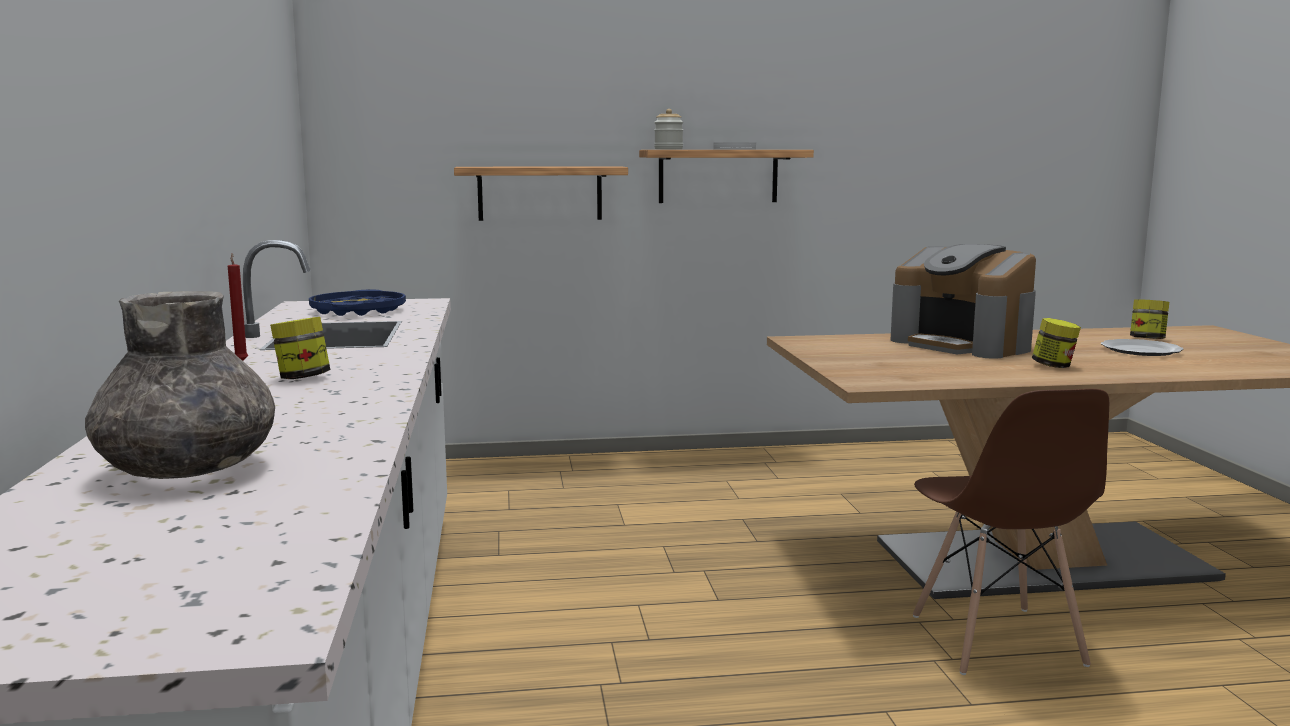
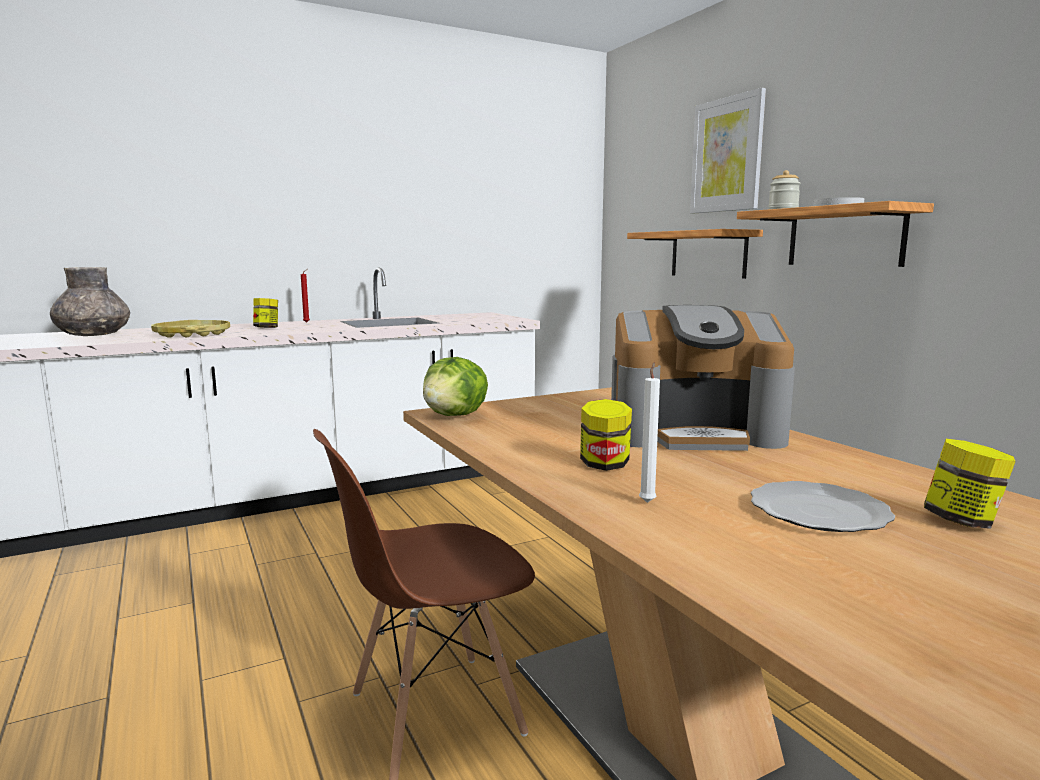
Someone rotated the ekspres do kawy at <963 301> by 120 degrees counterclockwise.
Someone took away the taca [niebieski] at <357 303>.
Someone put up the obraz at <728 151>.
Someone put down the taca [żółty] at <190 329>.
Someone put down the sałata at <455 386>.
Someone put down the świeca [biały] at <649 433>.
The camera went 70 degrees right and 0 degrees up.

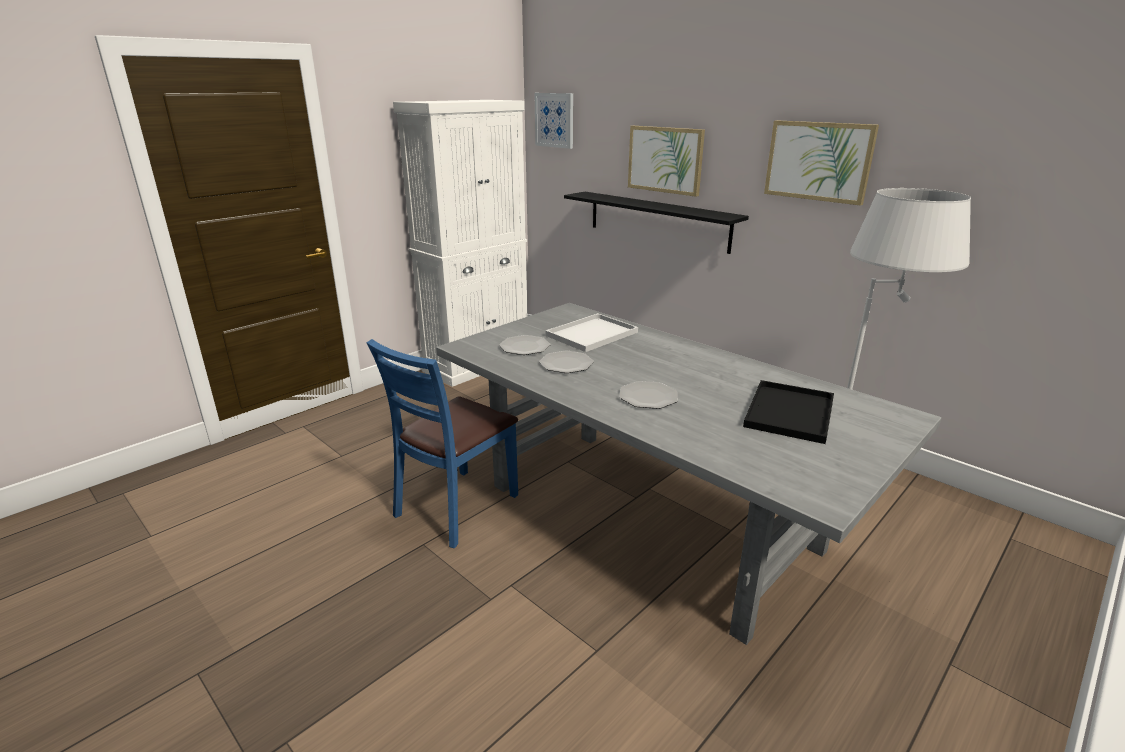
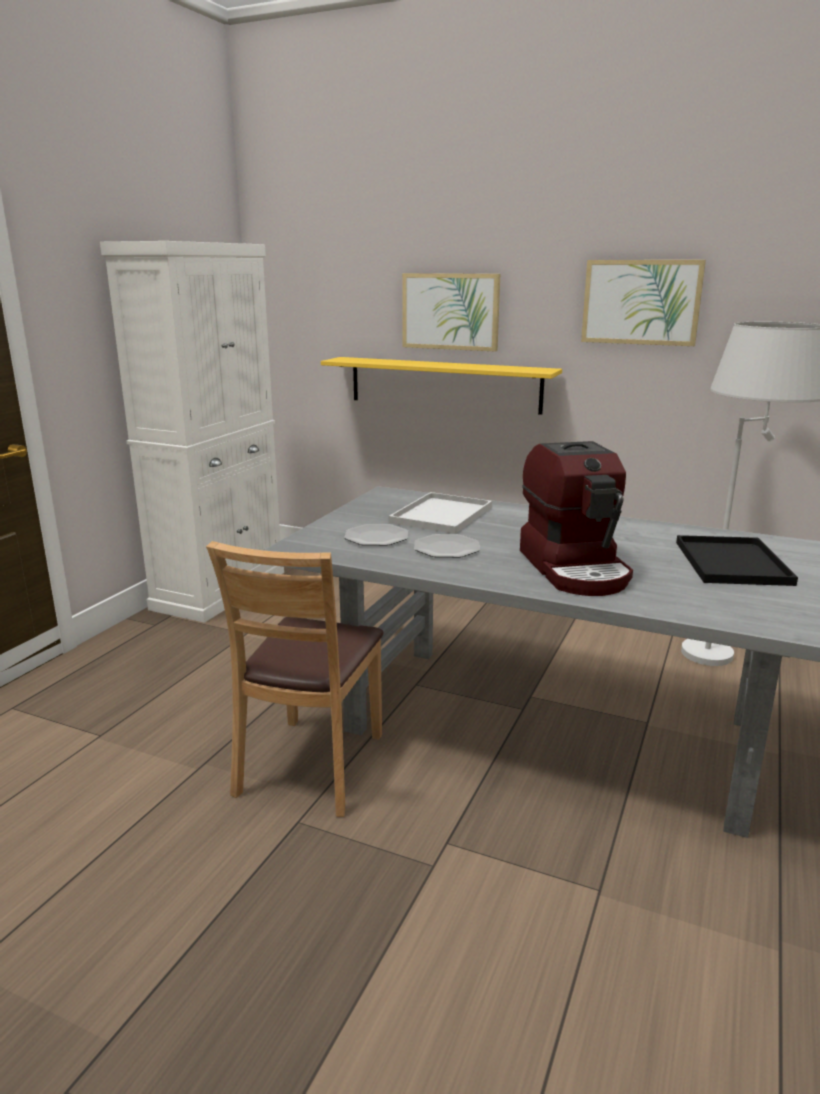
Someone took away the obraz at <553 121>.
Someone repainted the półka [czarny] at <656 223>, which became the półka [żółty] at <441 386>.
Someone repainted the krzesło [niebieski] at <442 443>, which became the krzesło [brązowy] at <295 679>.
Someone swapped the talerz at <648 395> for the ekspres do kawy at <576 518>.
The camera went 20 degrees left and 5 degrees down.

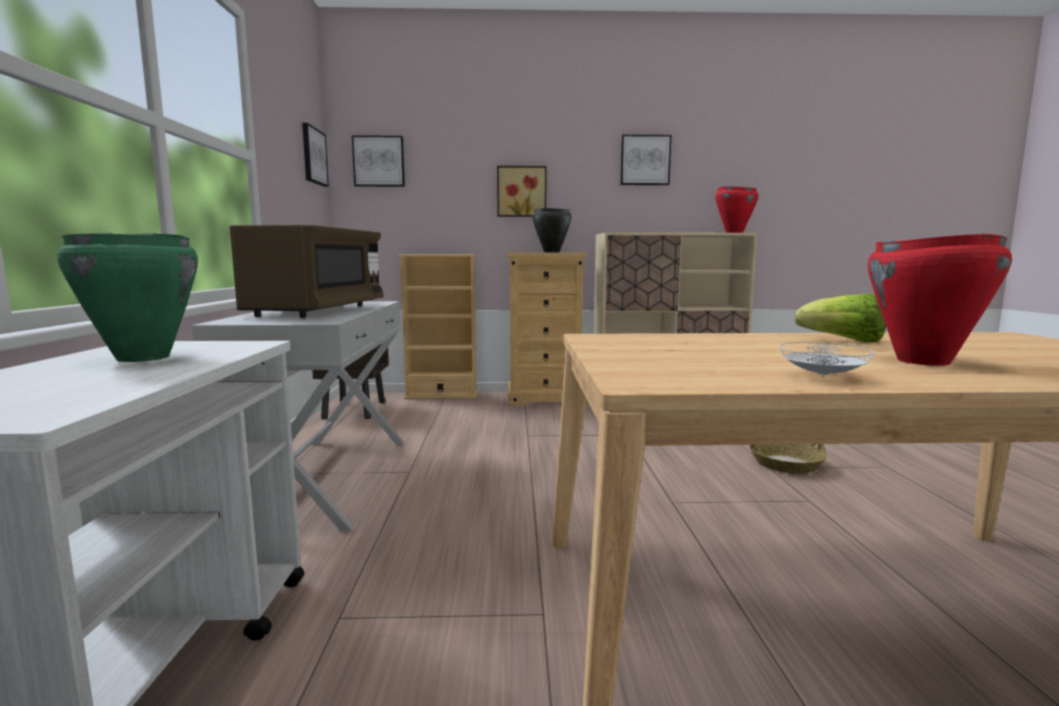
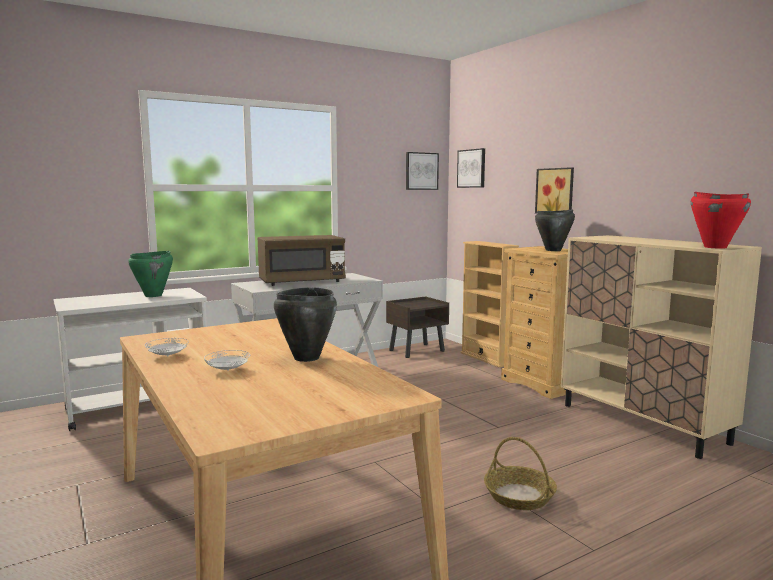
Someone took away the obraz at <645 160>.
Someone swapped the garnek [czerwony] at <940 299> for the talerz [biały] at <227 360>.
Someone swapped the sałata at <840 318> for the garnek [czarny] at <305 324>.
The camera went 60 degrees right and 0 degrees up.

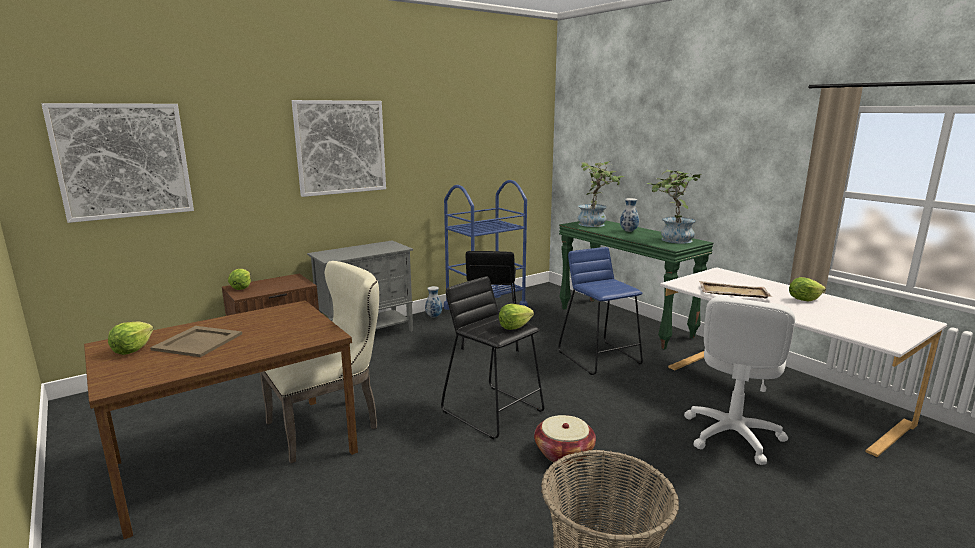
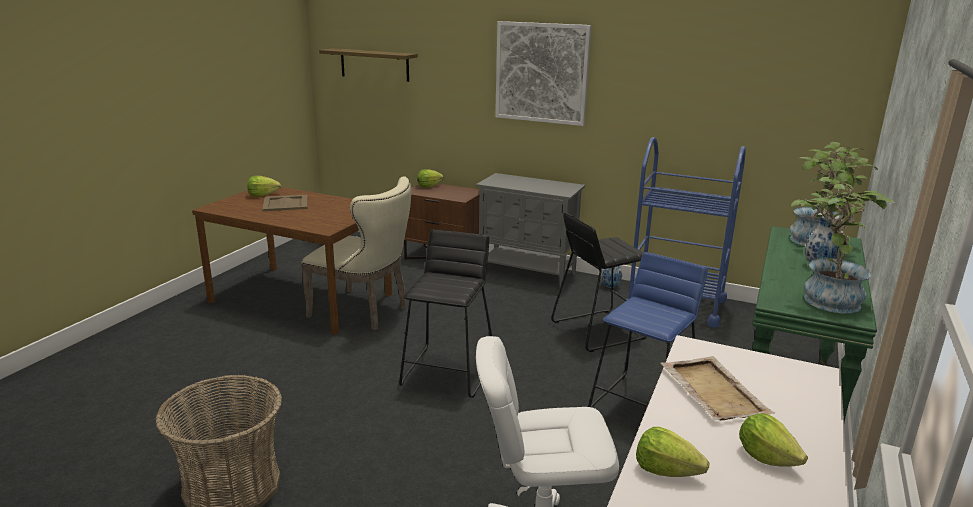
Someone swapped the obraz at <117 163> for the półka at <368 65>.
Someone carried the sałata from <516 317> to <673 452>.
Someone took away the koszyk at <565 440>.
The camera went 60 degrees right and 5 degrees up.

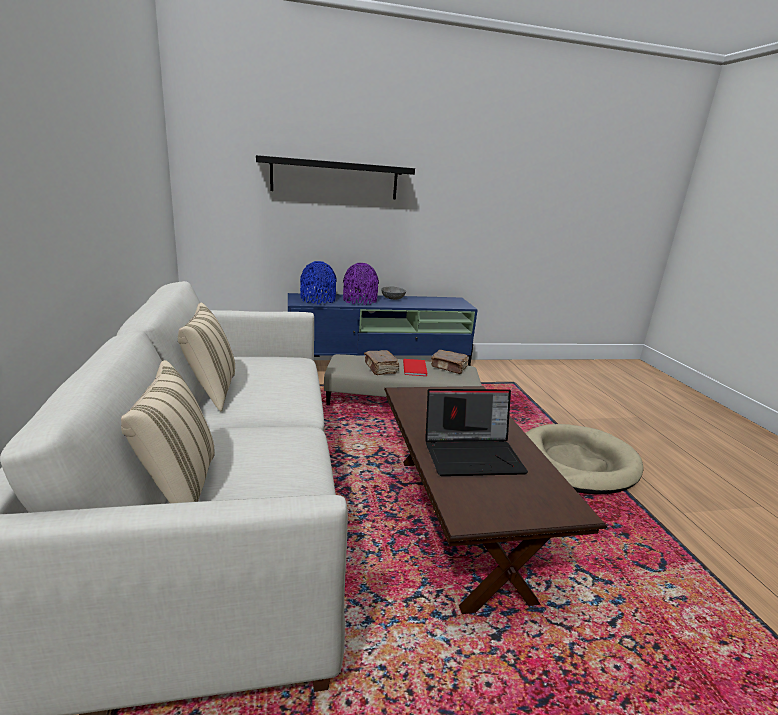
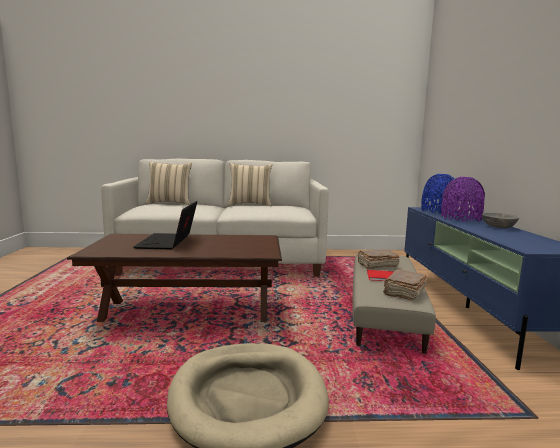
Someone took away the półka [czarny] at <335 177>.
The camera went 100 degrees right and 10 degrees down.

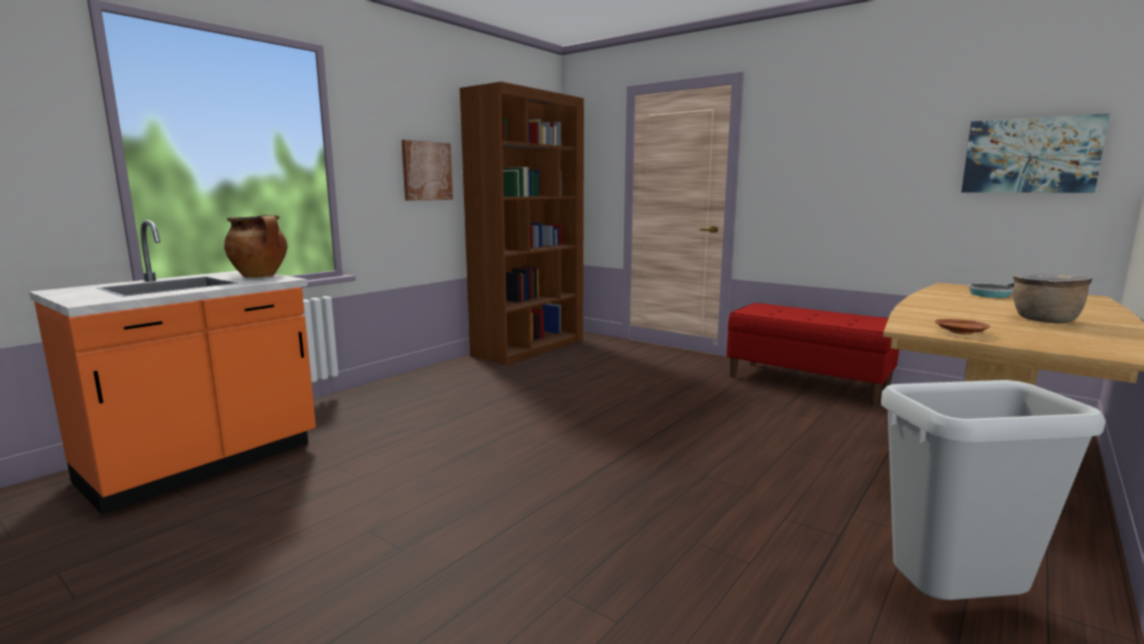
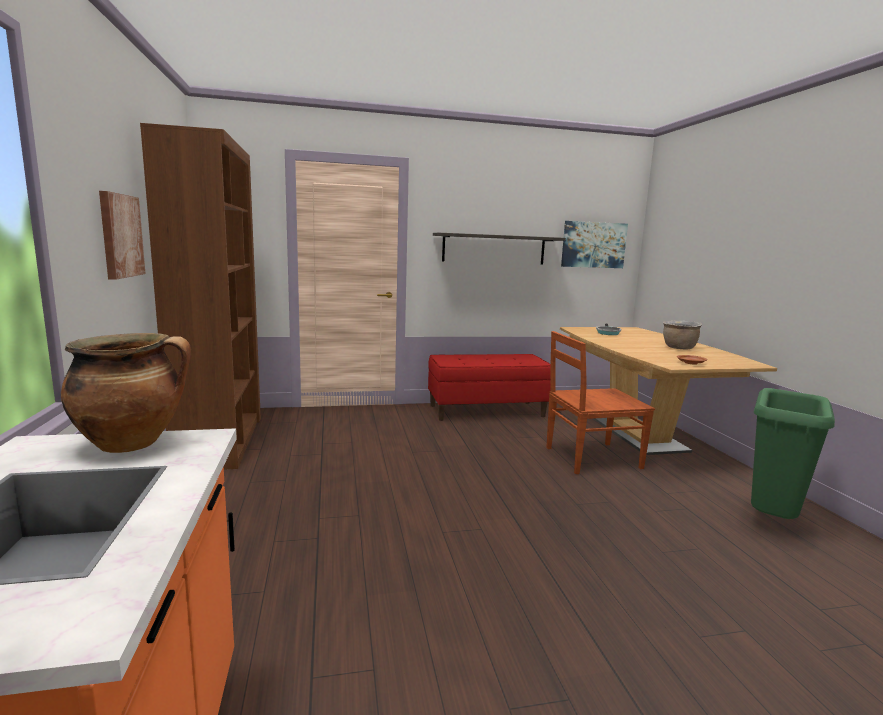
Someone repainted the kosz na śmieci [szary] at <993 490>, which became the kosz na śmieci [zielony] at <793 453>.
Someone put up the półka at <499 249>.
Someone put down the krzesło [brązowy] at <600 402>.
The camera went 50 degrees left and 0 degrees up.

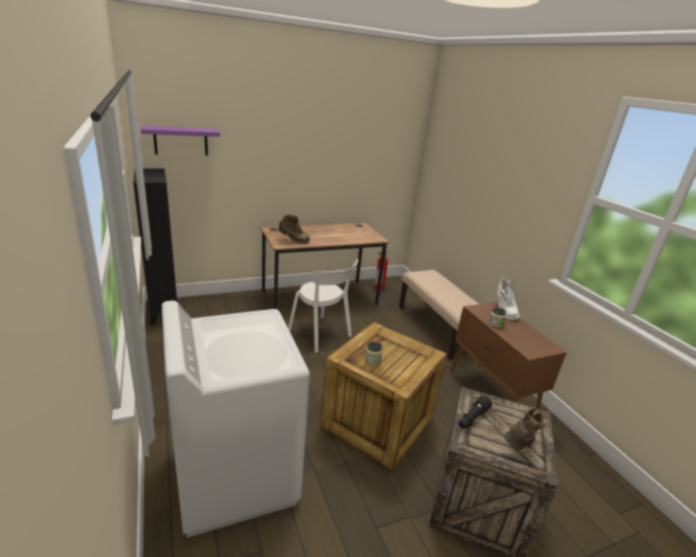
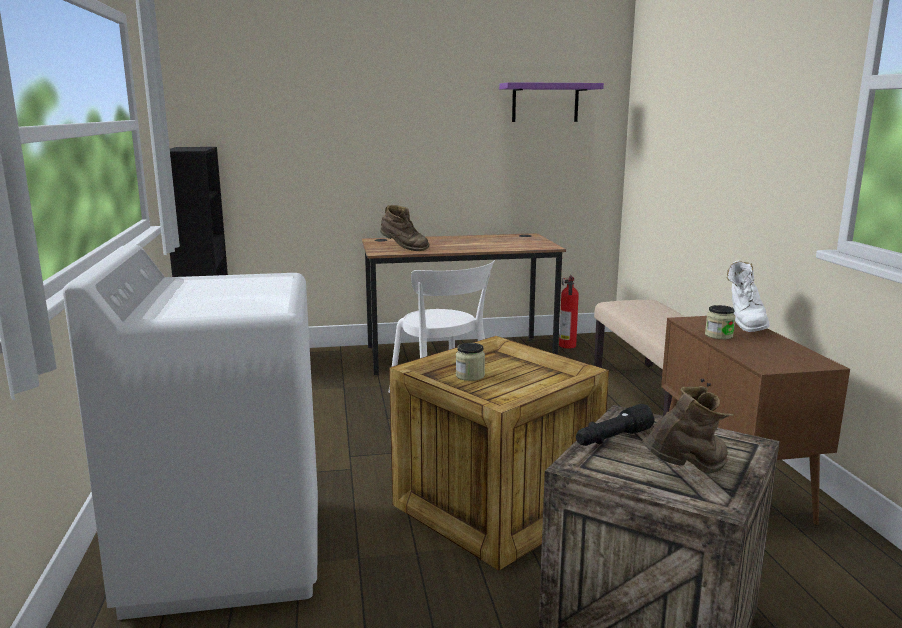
Someone carried the półka [fioletowy] from <180 140> to <551 102>.
The camera went 15 degrees right and 10 degrees down.

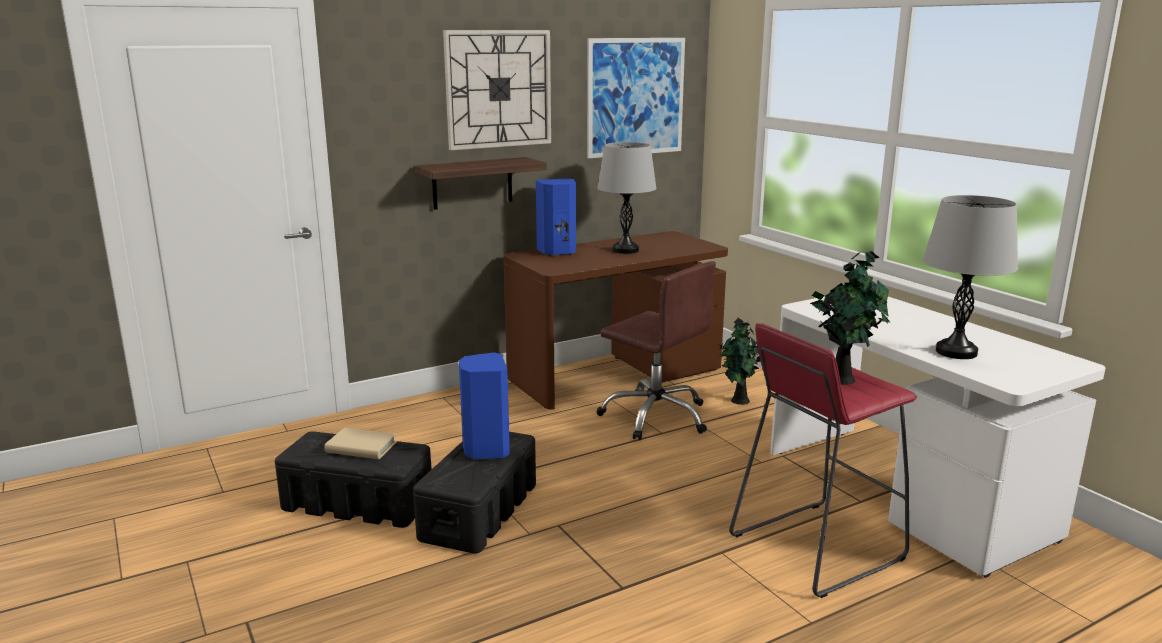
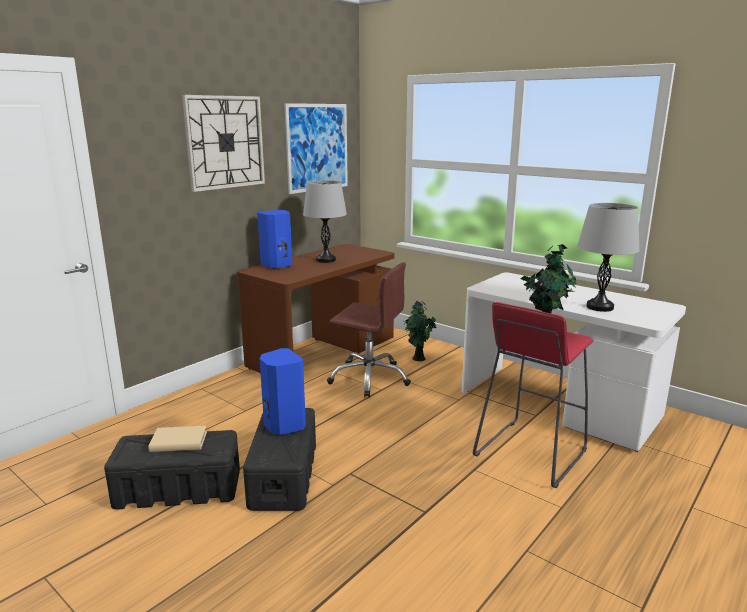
Someone took away the półka at <481 183>.
The camera went 20 degrees left and 0 degrees up.

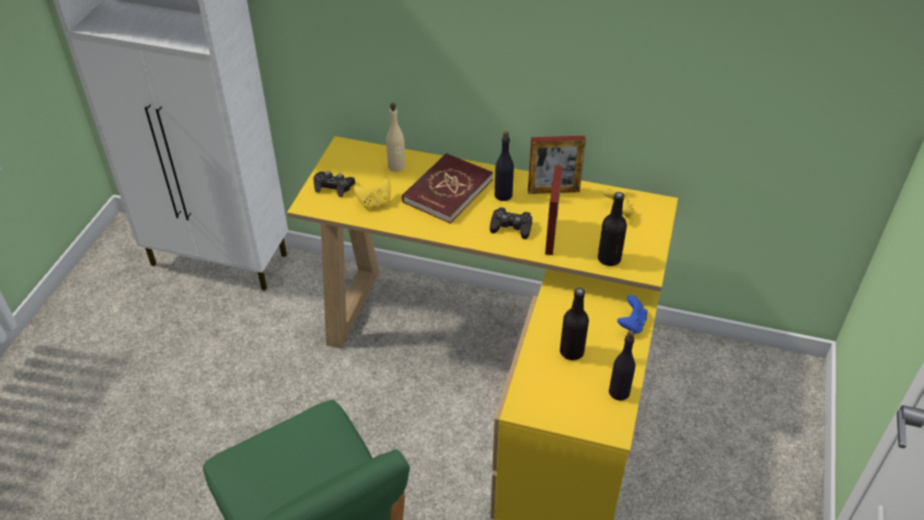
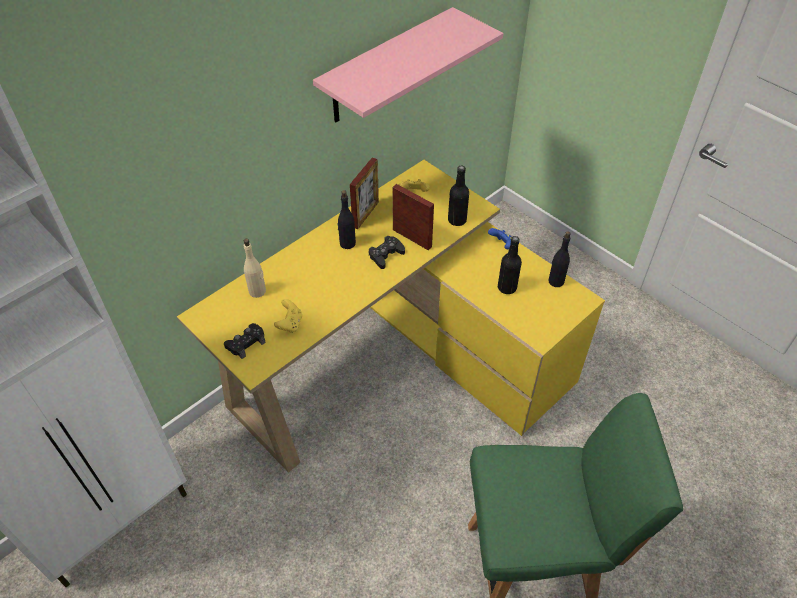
Someone took away the książka [czerwony] at <447 188>.
Someone put up the półka [różowy] at <408 64>.
The camera went 60 degrees left and 5 degrees up.

